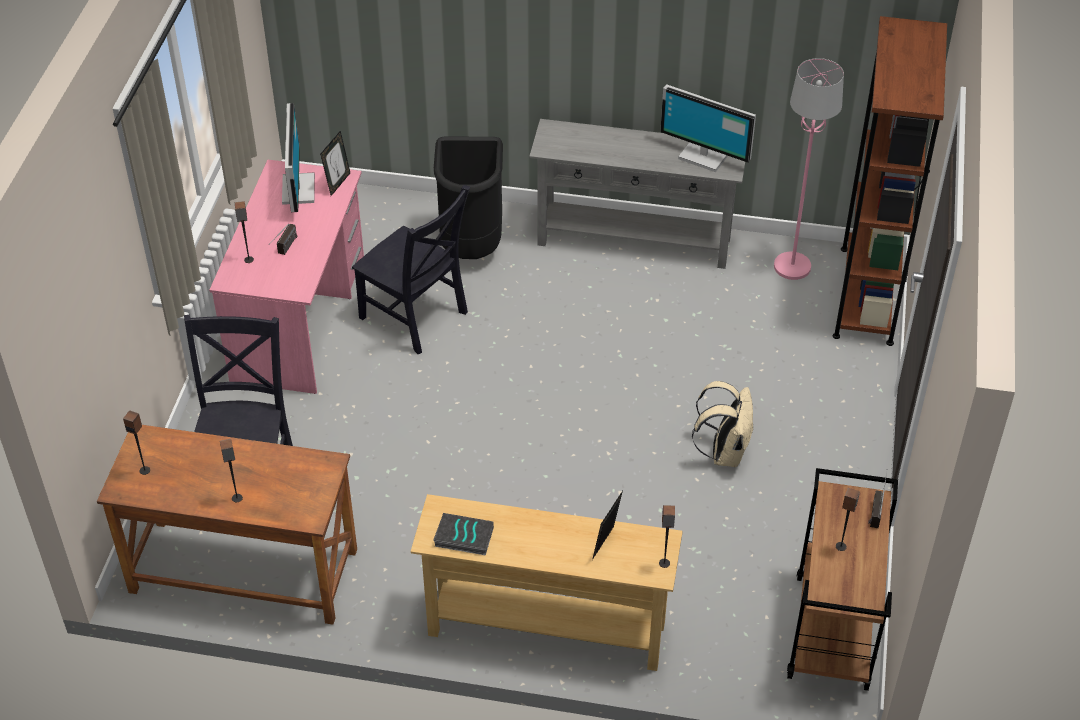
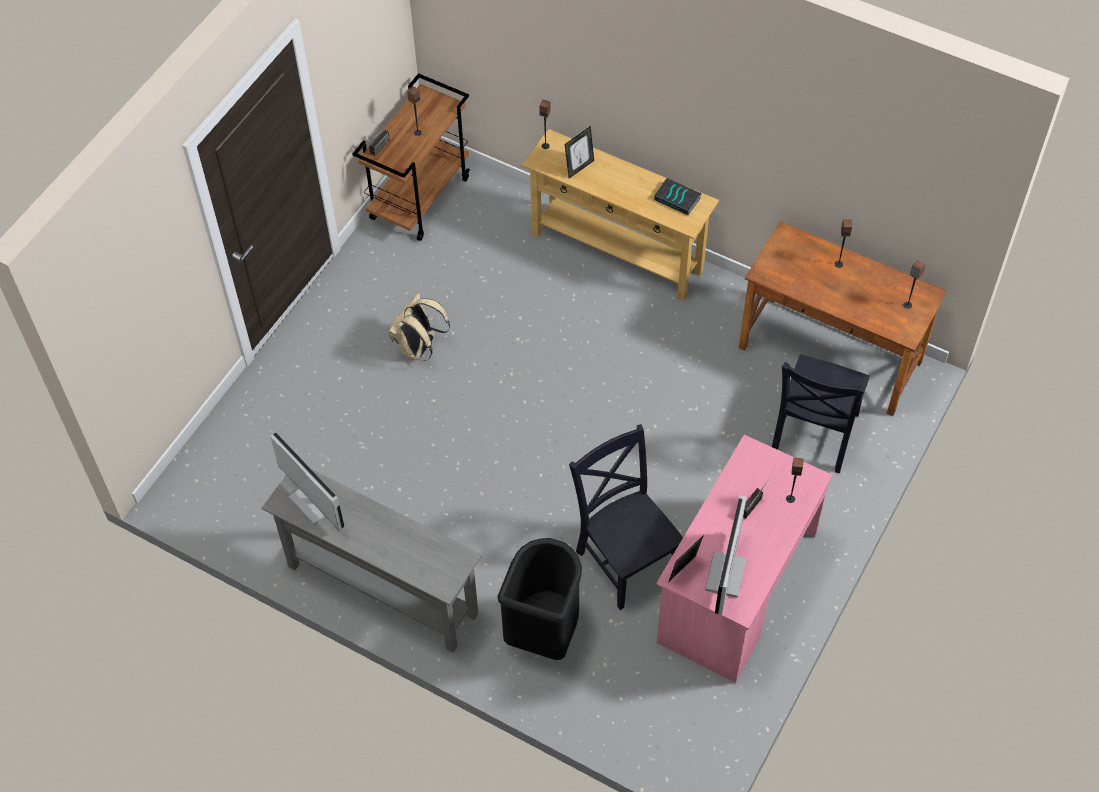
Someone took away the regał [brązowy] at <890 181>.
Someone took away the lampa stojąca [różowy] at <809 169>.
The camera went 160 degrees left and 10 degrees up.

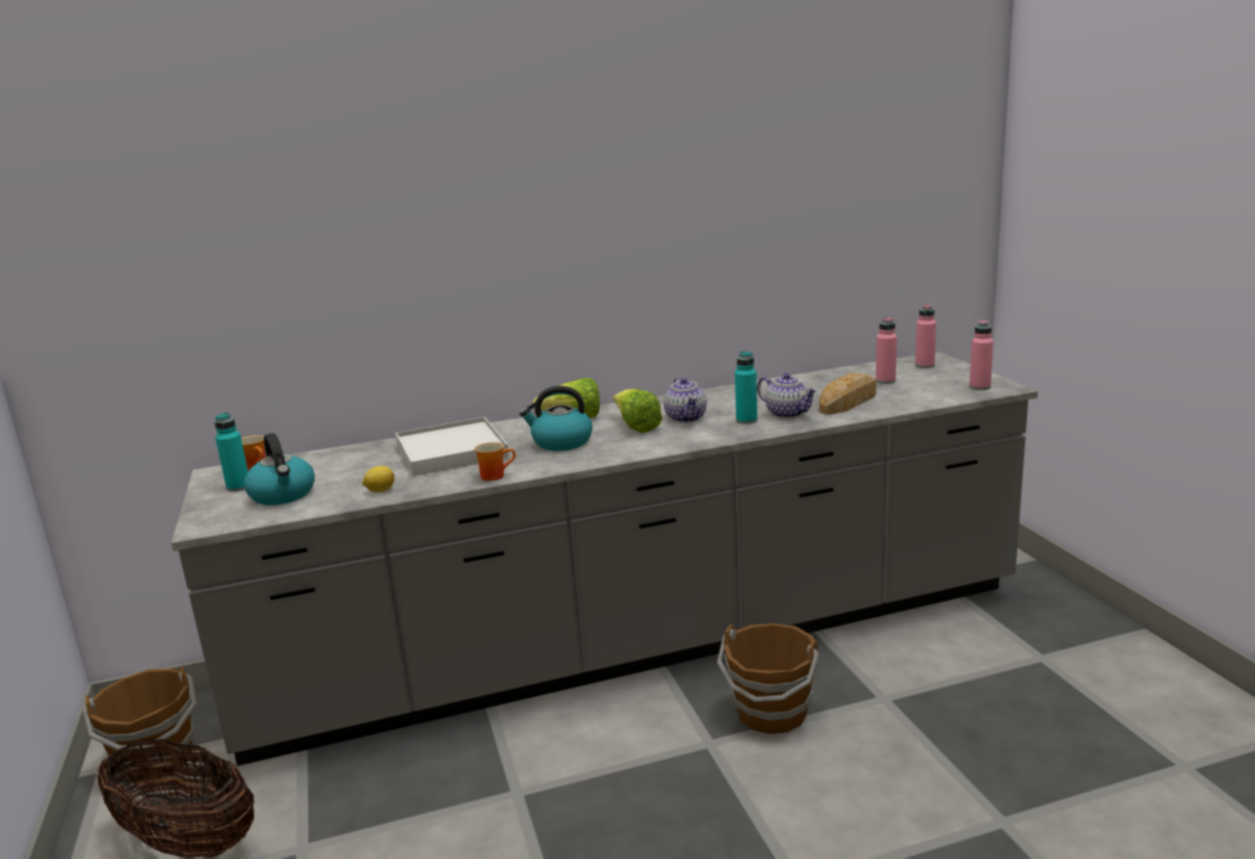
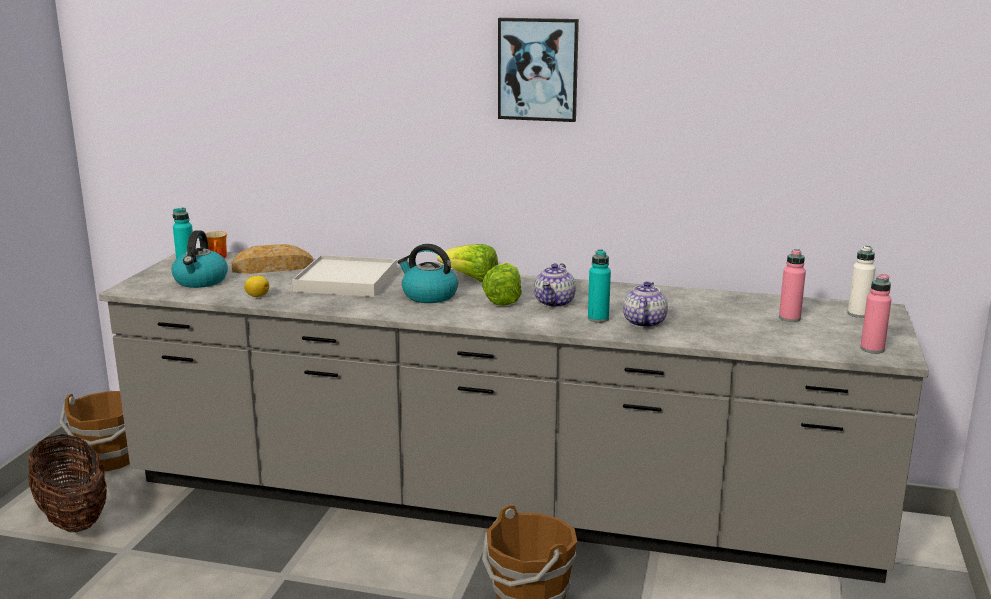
Someone repainted the butelka [różowy] at <925 336>, which became the butelka [biały] at <862 282>.
Someone rotated the imbryk at <787 395> by 150 degrees counterclockwise.
Someone carried the chleb from <847 393> to <272 259>.
Someone took away the kubek at <495 461>.
Someone put up the obraz at <538 70>.
The camera went 30 degrees right and 0 degrees up.

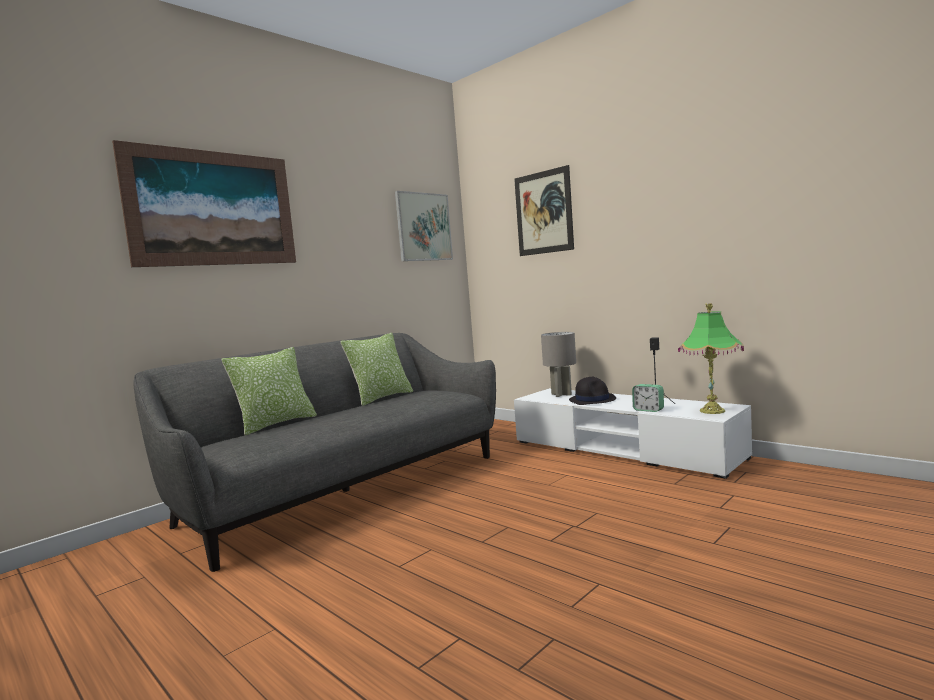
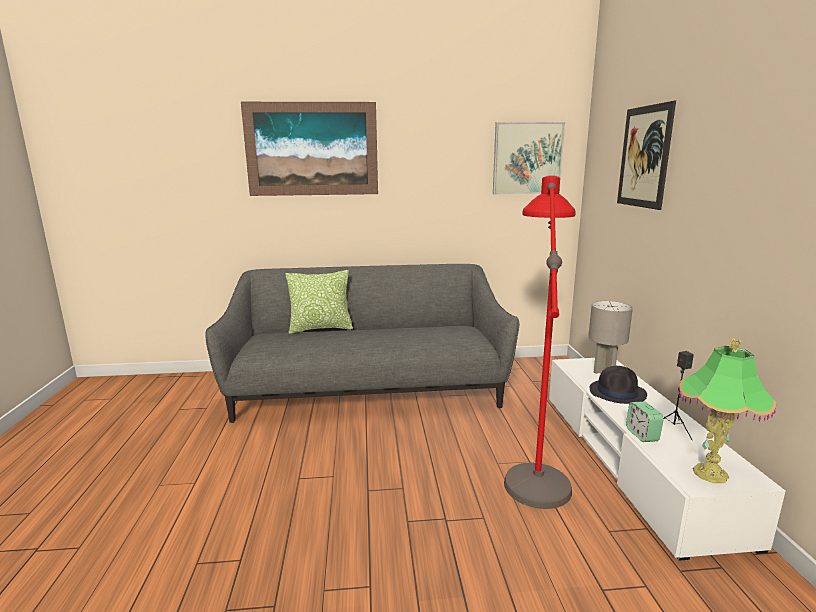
Someone took away the poduszka at <376 369>.
Someone put down the lampa stojąca [czerwony] at <540 342>.
The camera went 40 degrees right and 10 degrees up.

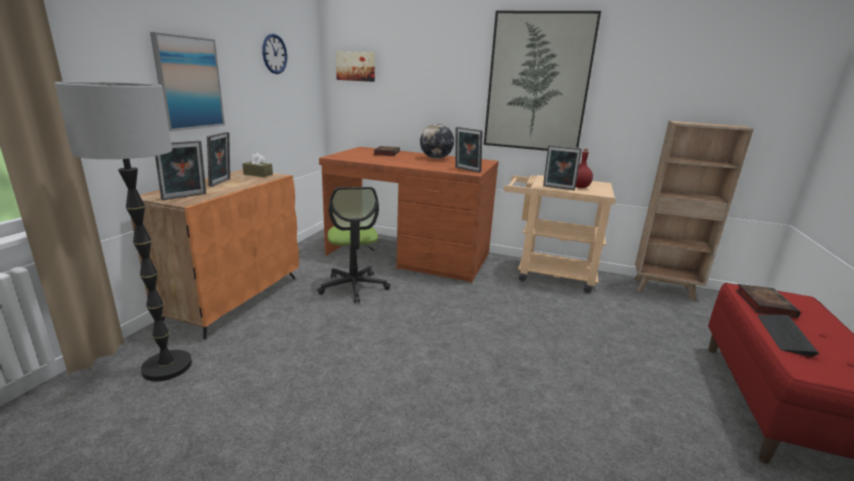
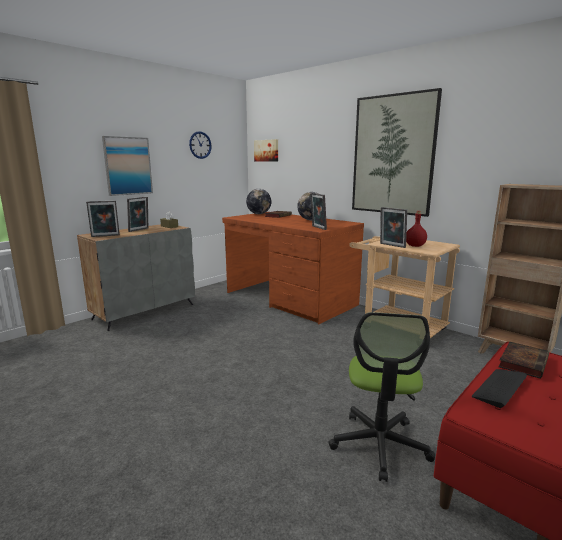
Someone took away the lampa stojąca at <123 231>.
Someone repainted the szafka [pomarańczowy] at <215 254>, which became the szafka [szary] at <136 277>.
Someone carried the krzesło biurowe from <353 245> to <381 397>.
Someone put down the globus at <258 201>.
The camera went 25 degrees right and 5 degrees down.

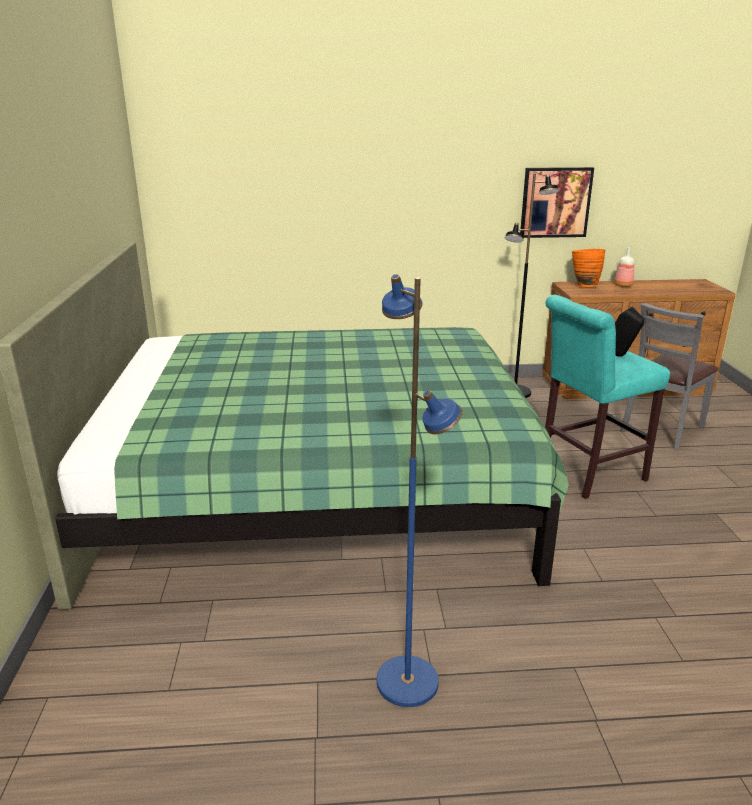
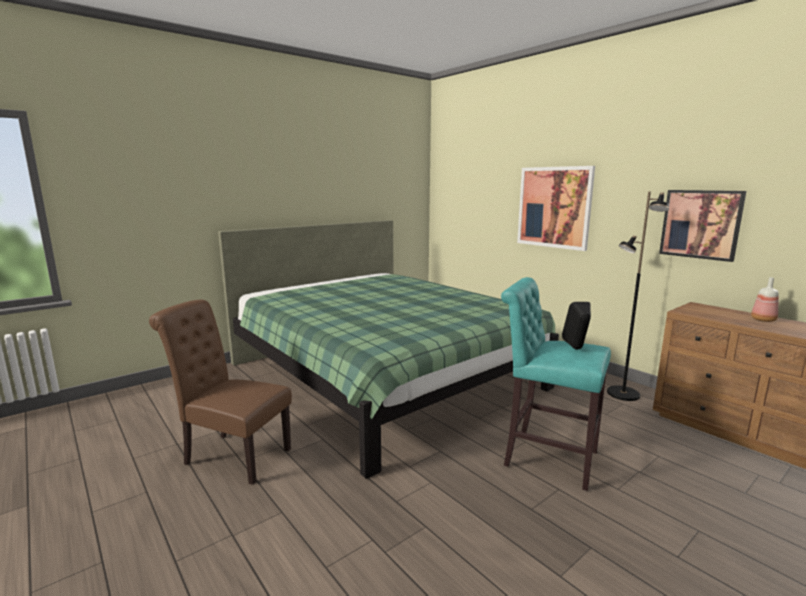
Someone took away the wazon [pomarańczowy] at <589 268>.
Someone swapped the lampa stojąca [niebieski] at <419 490> for the krzesło [brązowy] at <220 392>.
Someone took away the krzesło [szary] at <669 376>.
Someone put up the obraz at <556 208>.
The camera went 55 degrees right and 10 degrees down.

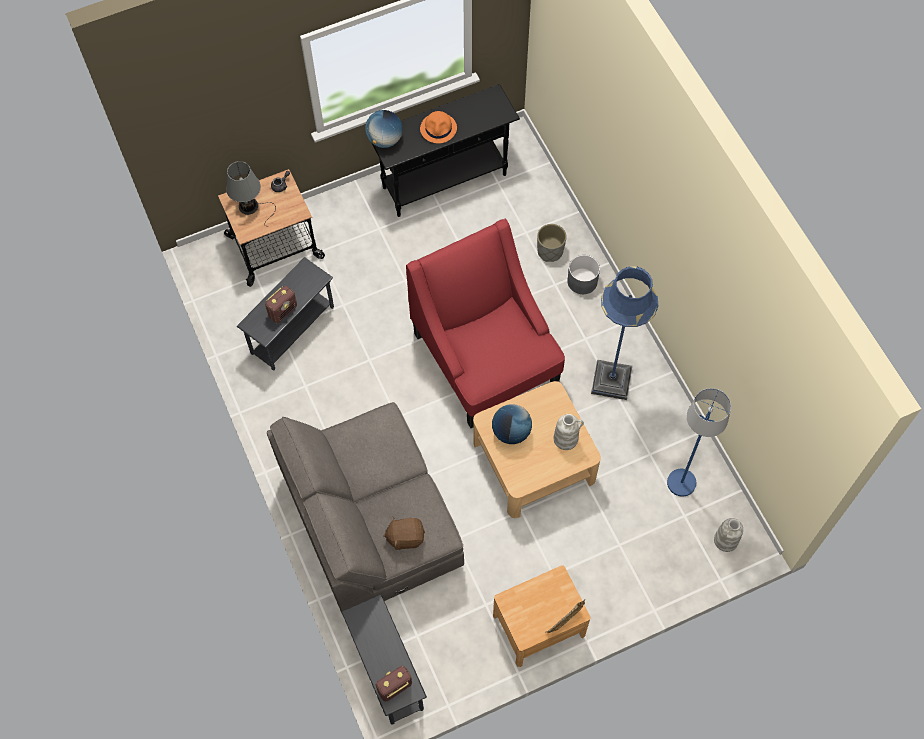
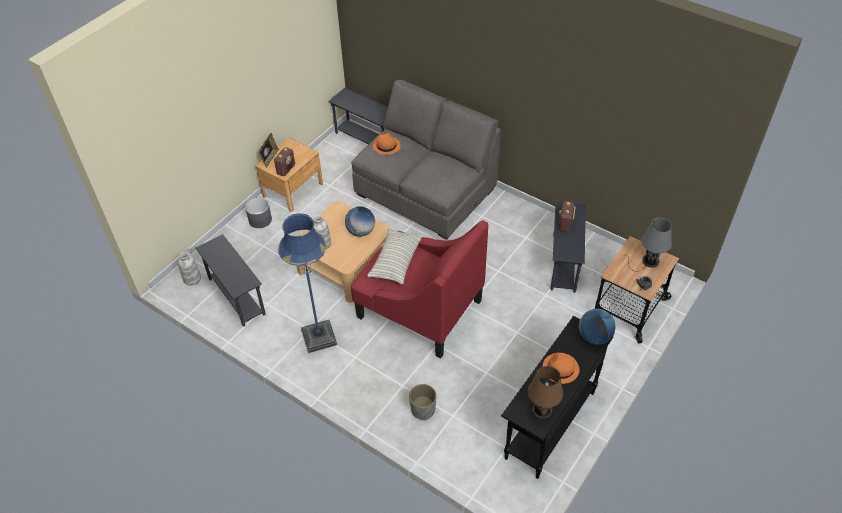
Someone carried the donica [szary] from <583 274> to <258 213>.
Someone swapped the lampa stojąca [niebieski] at <699 442> for the stolik [szary] at <231 280>.
Someone swapped the pluszak [brązowy] at <404 533> for the kapelusz [pomarańczowy] at <387 144>.
Someone carried the radio from <394 684> to <284 161>.
Someone put down the poduszka at <395 256>.
Someone put down the lampa stołowa [brązowy] at <539 392>.
The camera went 150 degrees right and 15 degrees down.

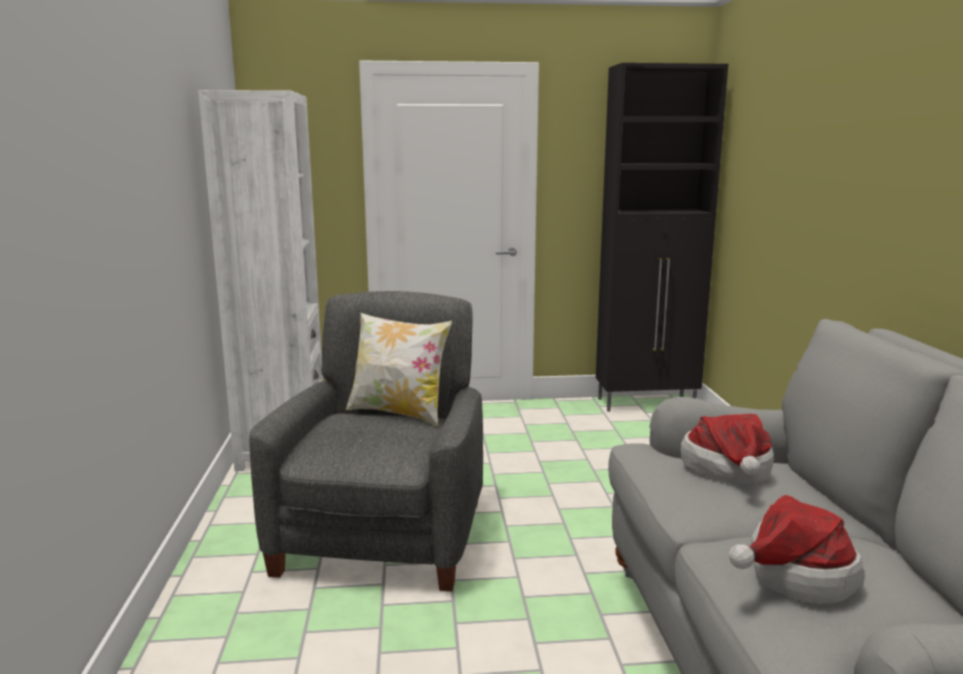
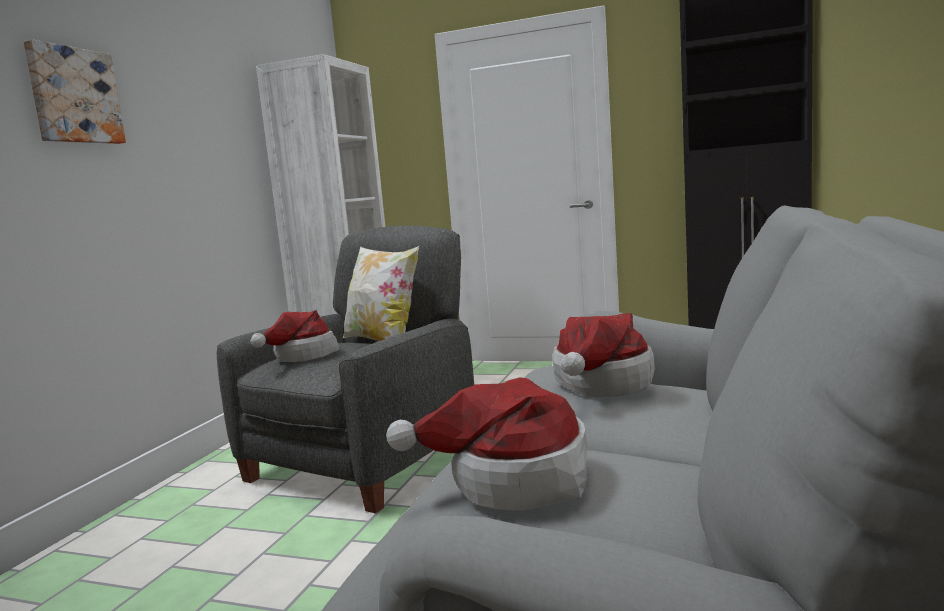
Someone put up the obraz at <74 91>.
Someone put down the kapelusz at <294 336>.
The camera went 25 degrees right and 5 degrees down.

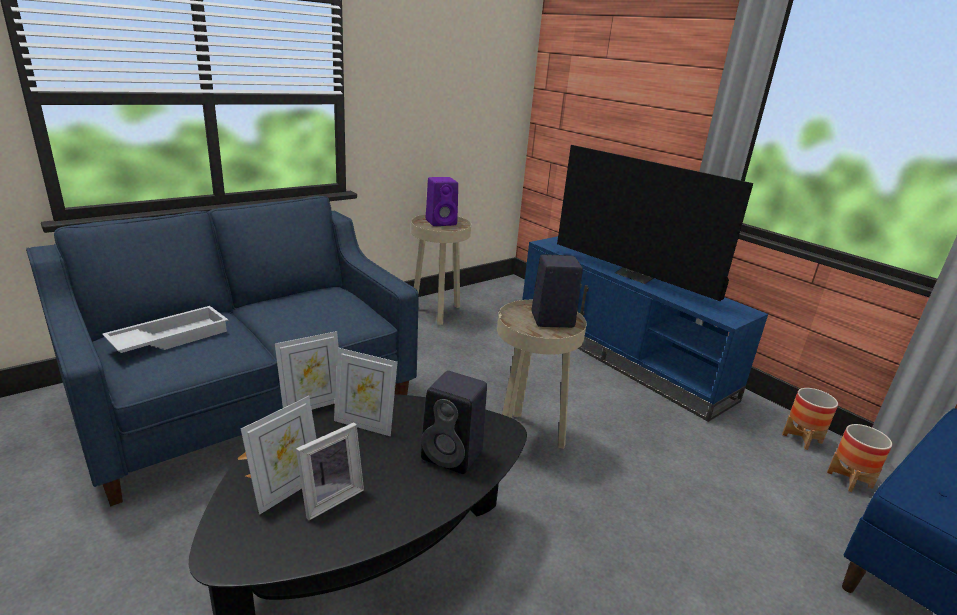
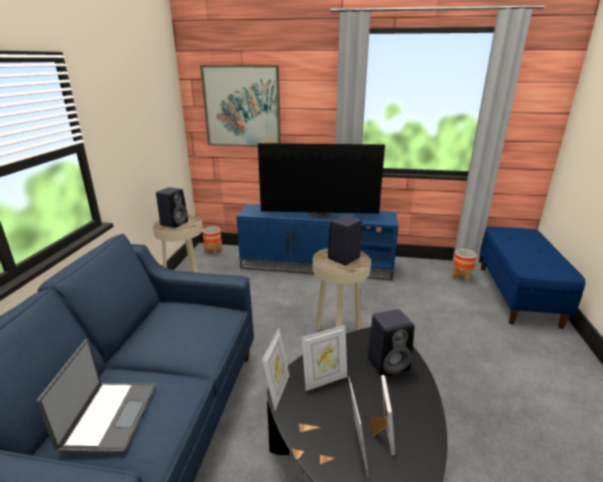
Someone repainted the głośnik [fioletowy] at <442 201>, which became the głośnik [czarny] at <172 207>.
Someone swapped the taca [biały] at <165 329> for the laptop at <96 397>.
Someone carried the donica from <810 419> to <212 241>.
Someone put up the obraz at <240 106>.
The camera went 40 degrees left and 0 degrees up.

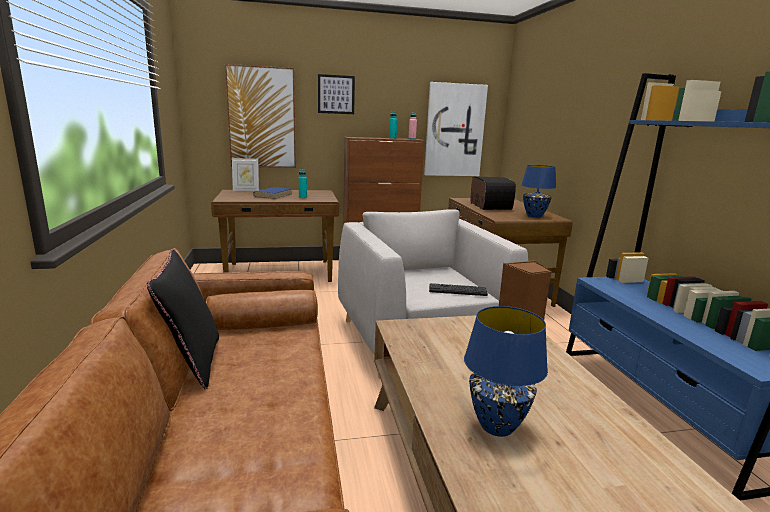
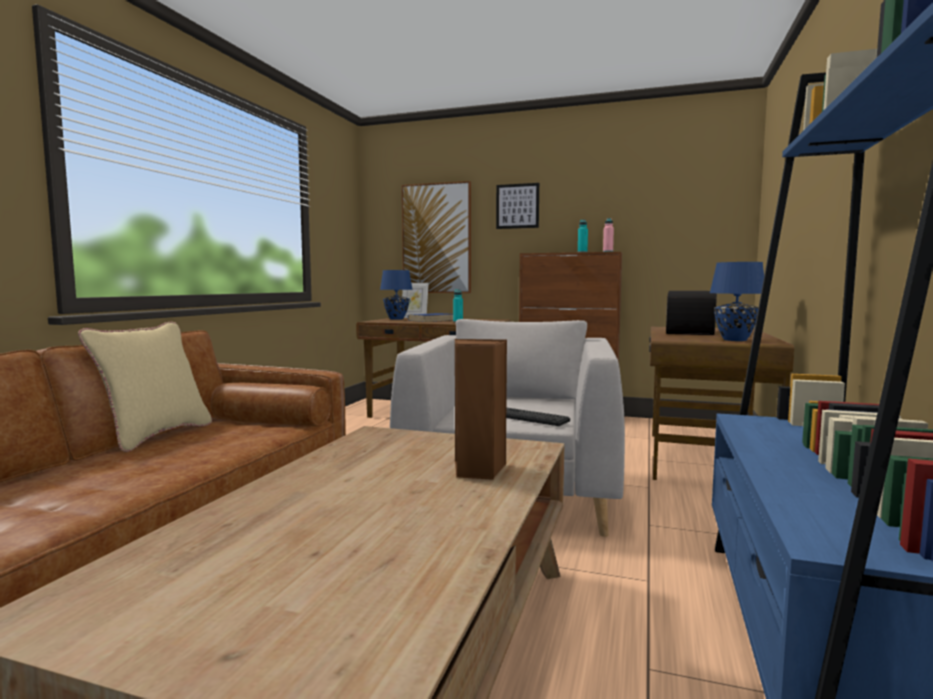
Someone took away the obraz at <456 129>.
Someone repainted the poduszka [czarny] at <183 319>, which became the poduszka [beżowy] at <145 386>.
Someone carried the lampa stołowa [niebieski] from <506 371> to <396 295>.
The camera went 30 degrees right and 10 degrees down.

